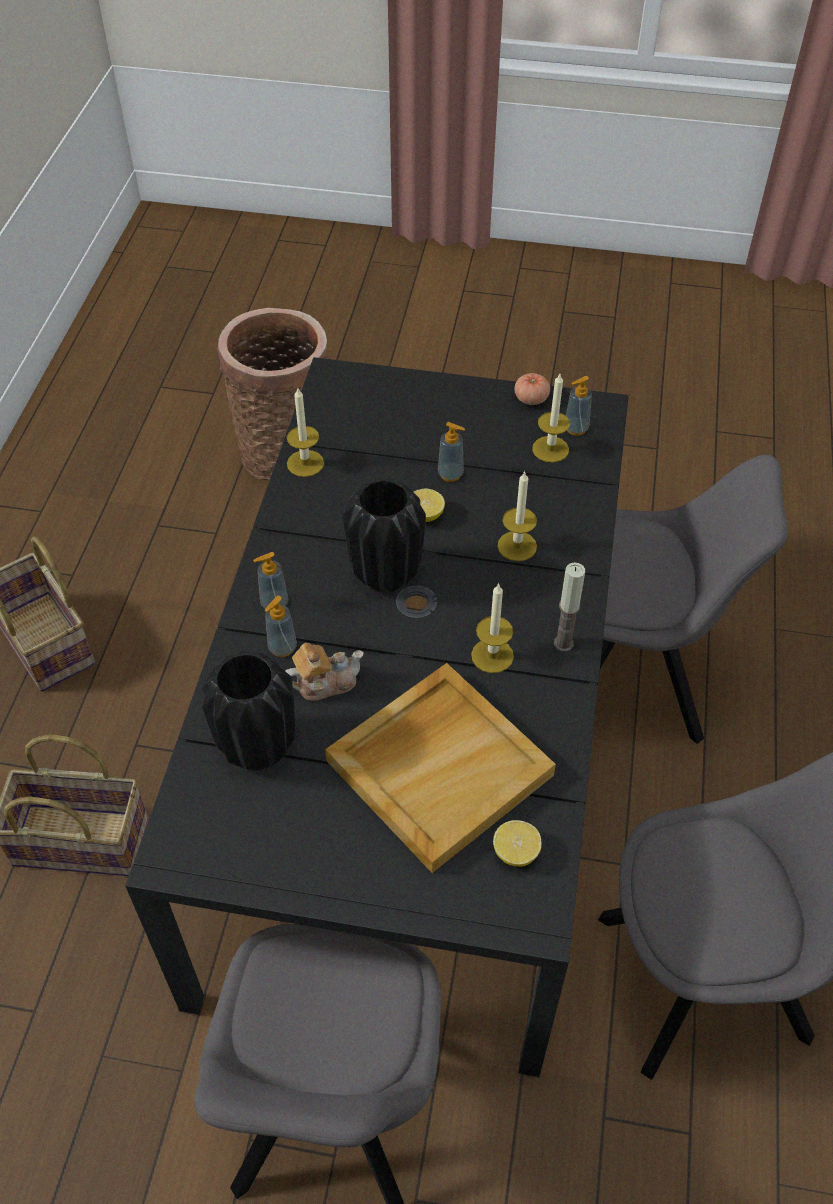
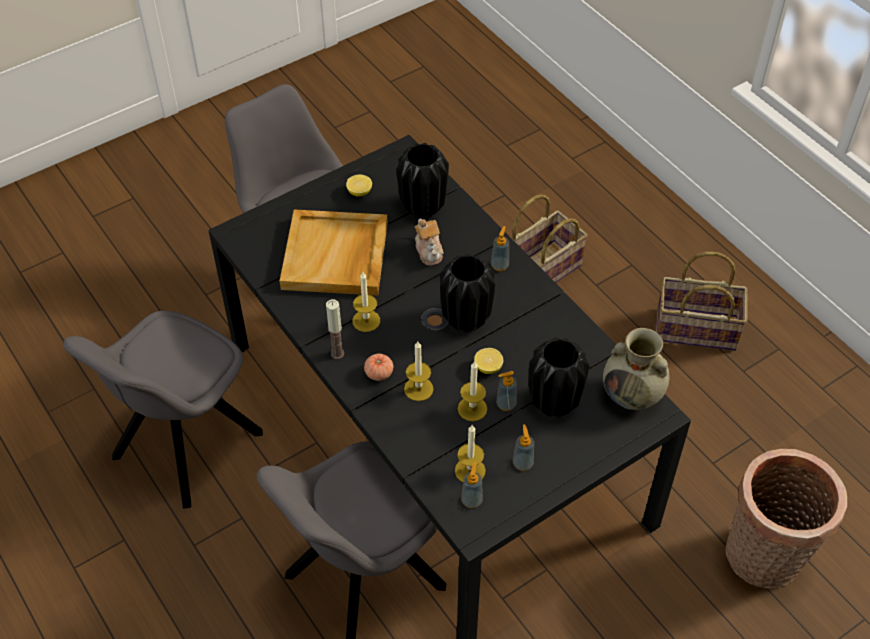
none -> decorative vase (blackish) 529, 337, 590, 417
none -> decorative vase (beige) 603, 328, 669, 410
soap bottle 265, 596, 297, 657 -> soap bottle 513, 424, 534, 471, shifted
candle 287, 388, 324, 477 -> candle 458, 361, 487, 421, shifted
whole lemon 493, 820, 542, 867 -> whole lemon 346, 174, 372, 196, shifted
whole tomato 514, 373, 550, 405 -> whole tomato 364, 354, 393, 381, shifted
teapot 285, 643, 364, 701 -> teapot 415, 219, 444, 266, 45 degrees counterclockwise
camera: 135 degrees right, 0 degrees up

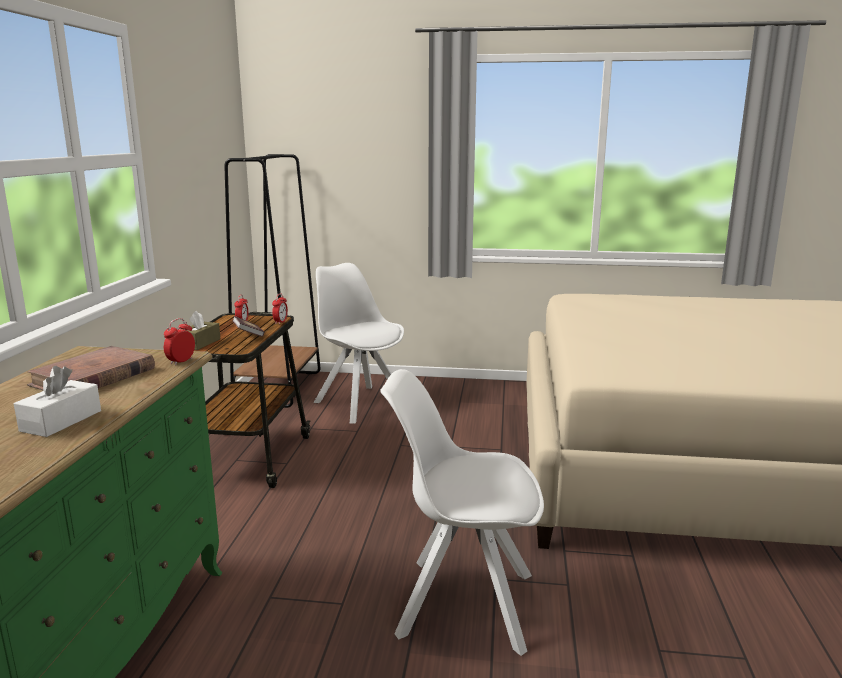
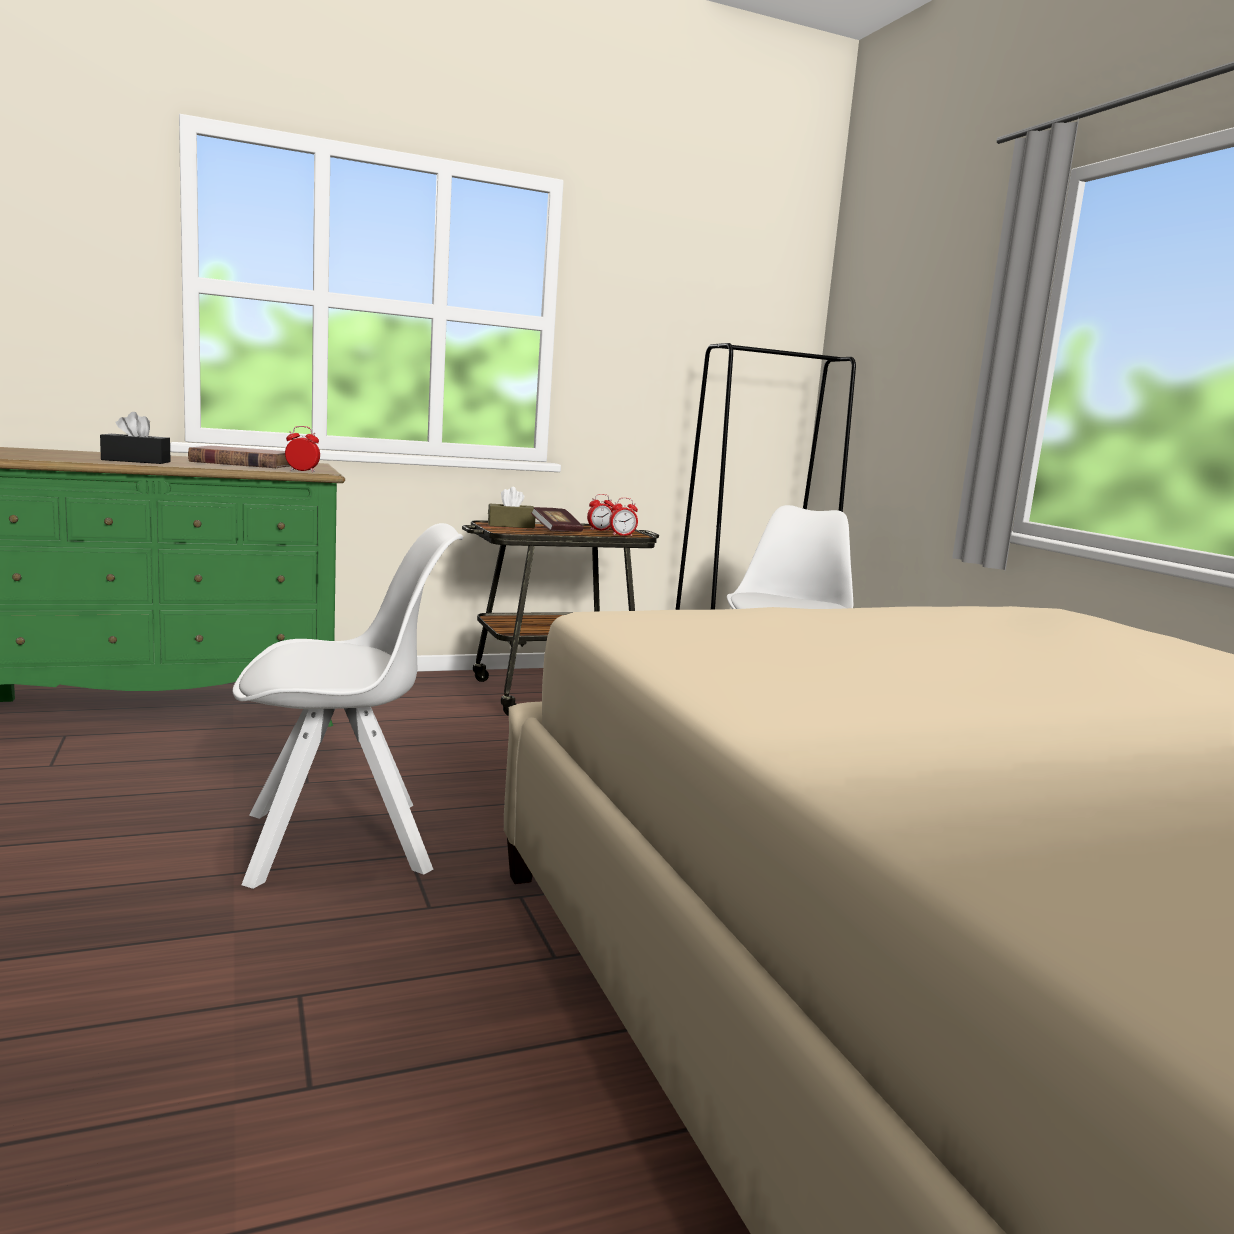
tissue box (whitish) 14, 366, 101, 437 -> tissue box (blackish) 100, 412, 171, 464
upright chair (whitish) 380, 369, 544, 656 -> upright chair (whitish) 233, 523, 463, 889, 90 degrees clockwise
camera: 60 degrees right, 5 degrees down

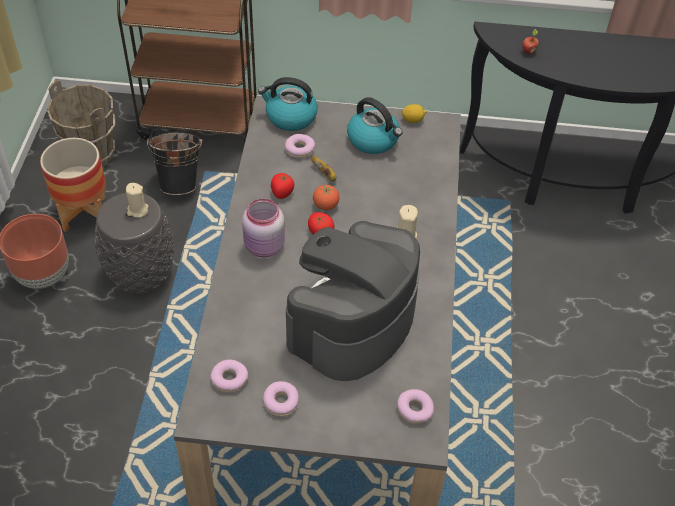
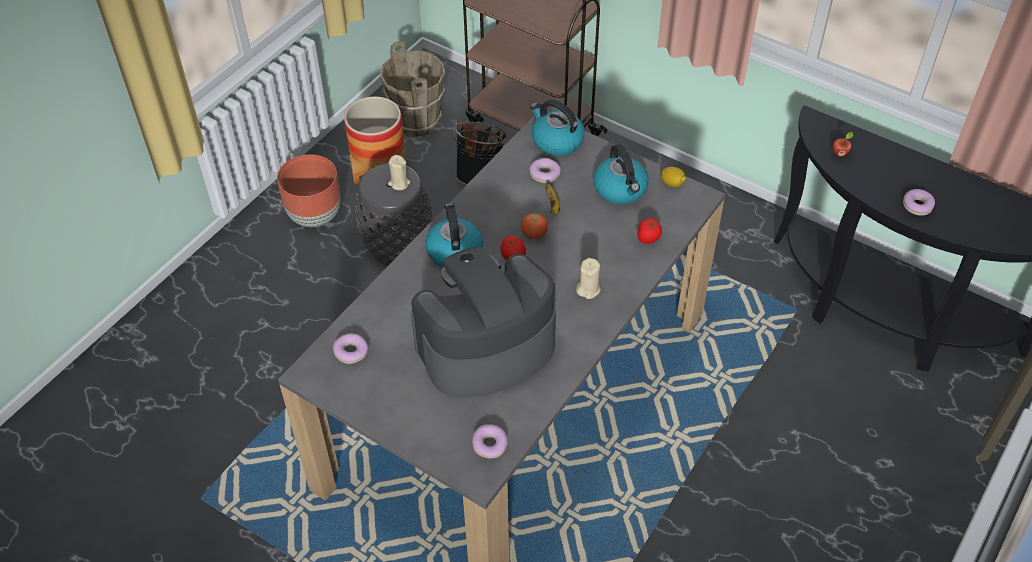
ring doughnut 263, 381, 299, 416 -> ring doughnut 903, 189, 935, 216, shifted
whole tomato 271, 173, 294, 199 -> whole tomato 638, 218, 662, 244, shifted
jar (pink-coloured) 242, 199, 285, 257 -> tea kettle 425, 203, 483, 267
camera: 30 degrees right, 0 degrees up

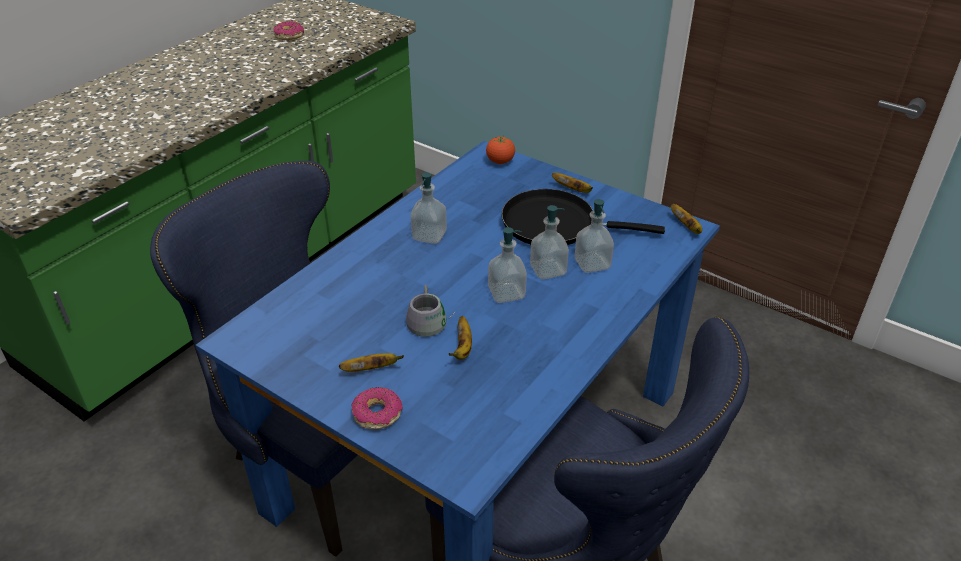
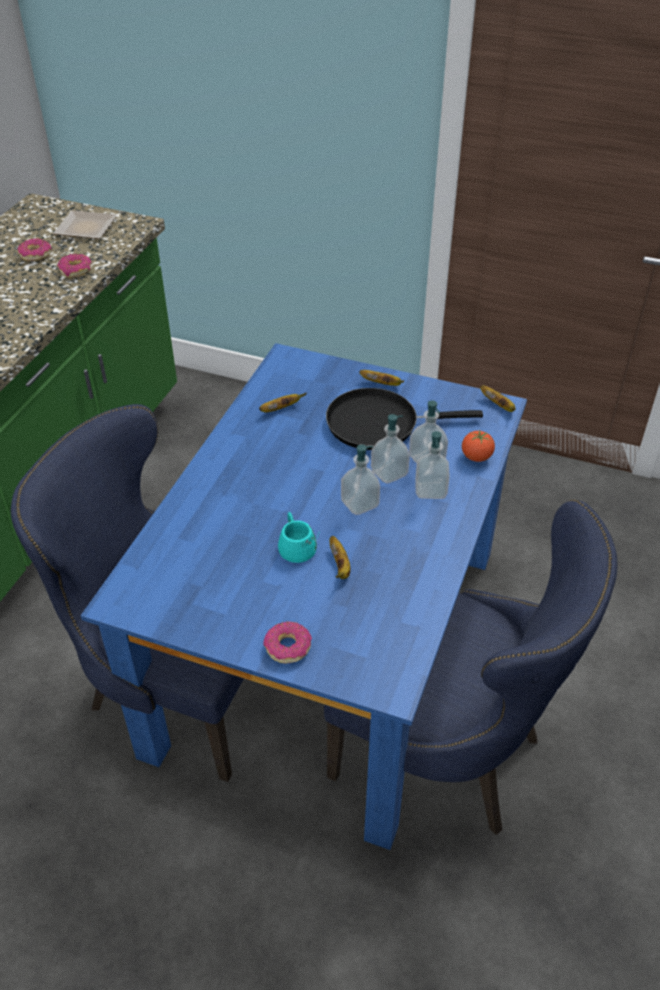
none -> flat dish 53, 210, 117, 239
none -> ring doughnut 57, 254, 92, 278
whole banana 339, 353, 404, 372 -> whole banana 259, 393, 306, 412, shifted
soap bottle 411, 172, 447, 244 -> soap bottle 415, 431, 450, 499, shifted
whole tomato 486, 136, 515, 164 -> whole tomato 462, 429, 495, 462, shifted
coffee mug (grey) 406, 285, 456, 337 -> coffee mug (turquoise) 278, 512, 320, 563
camera: 15 degrees left, 5 degrees up

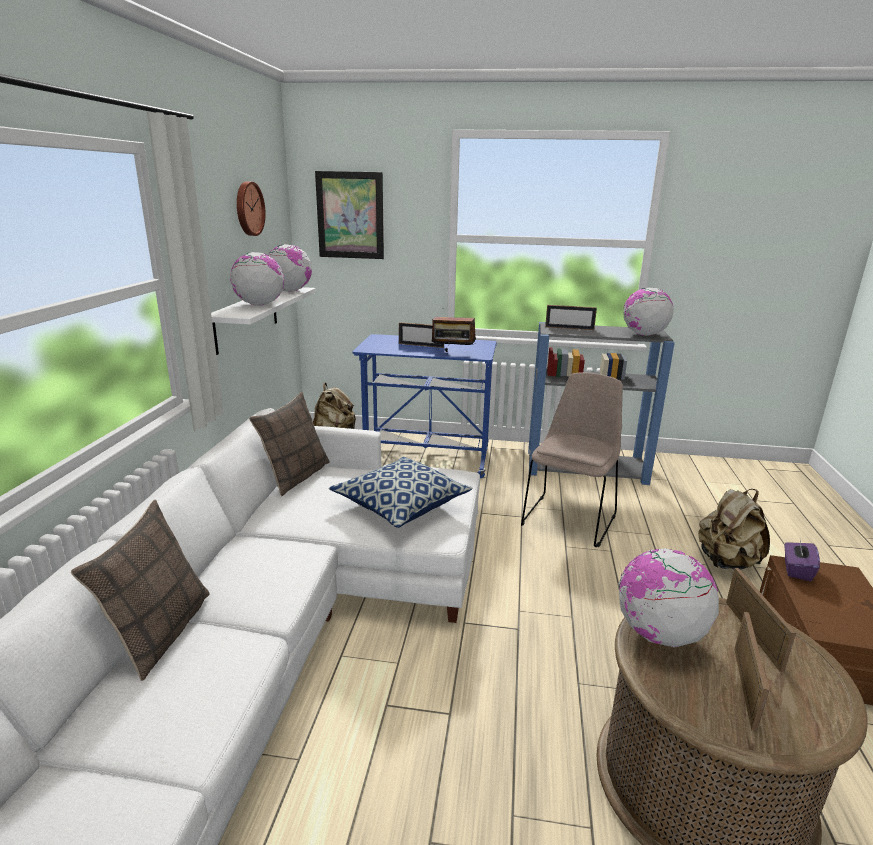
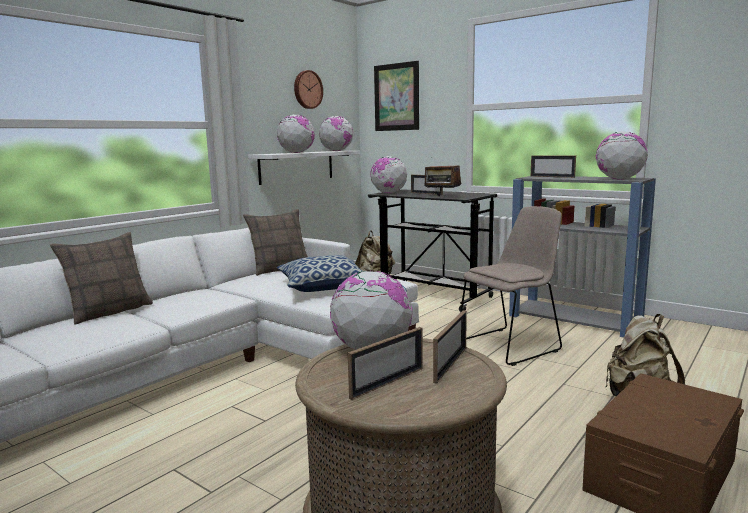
tissue box (purple) 784, 541, 820, 581 -> none
none -> world globe 371, 156, 407, 193
desk table (blue-coloured) 352, 334, 497, 478 -> desk table (blackish) 368, 190, 497, 311
camera: 30 degrees right, 10 degrees down

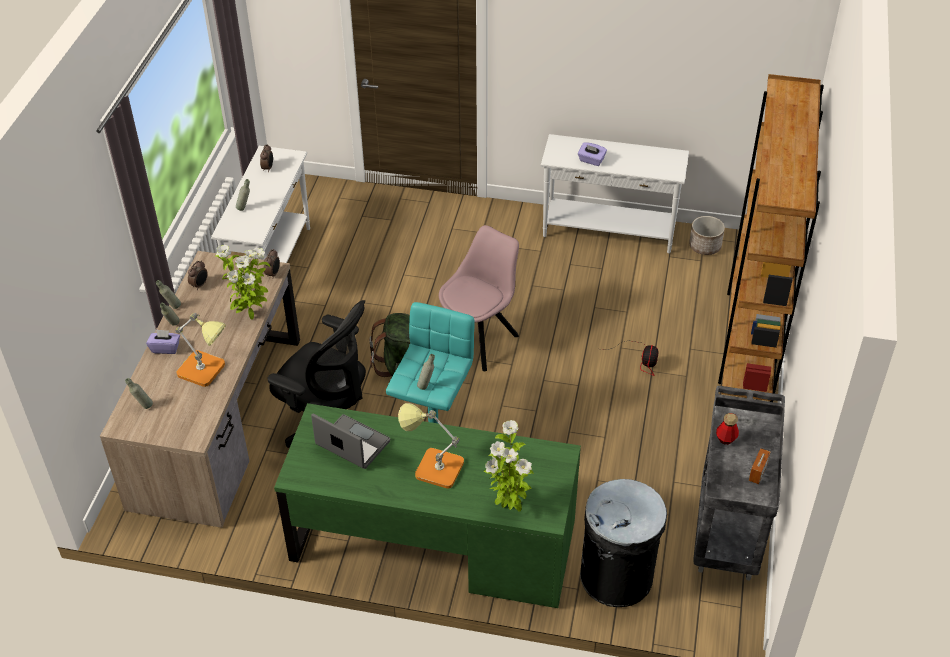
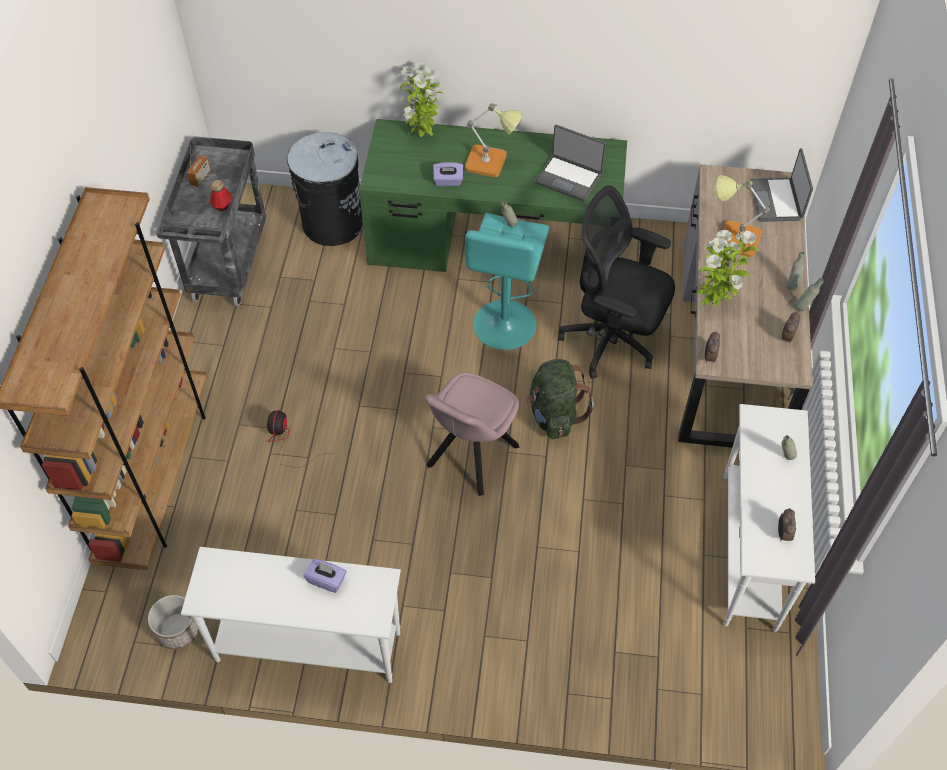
tissue box (purple) 146, 329, 180, 354 -> tissue box (purple) 433, 162, 463, 186, shifted
drink bottle (grey) 125, 378, 153, 409 -> notebook computer 750, 148, 813, 222
camera: 175 degrees right, 10 degrees up

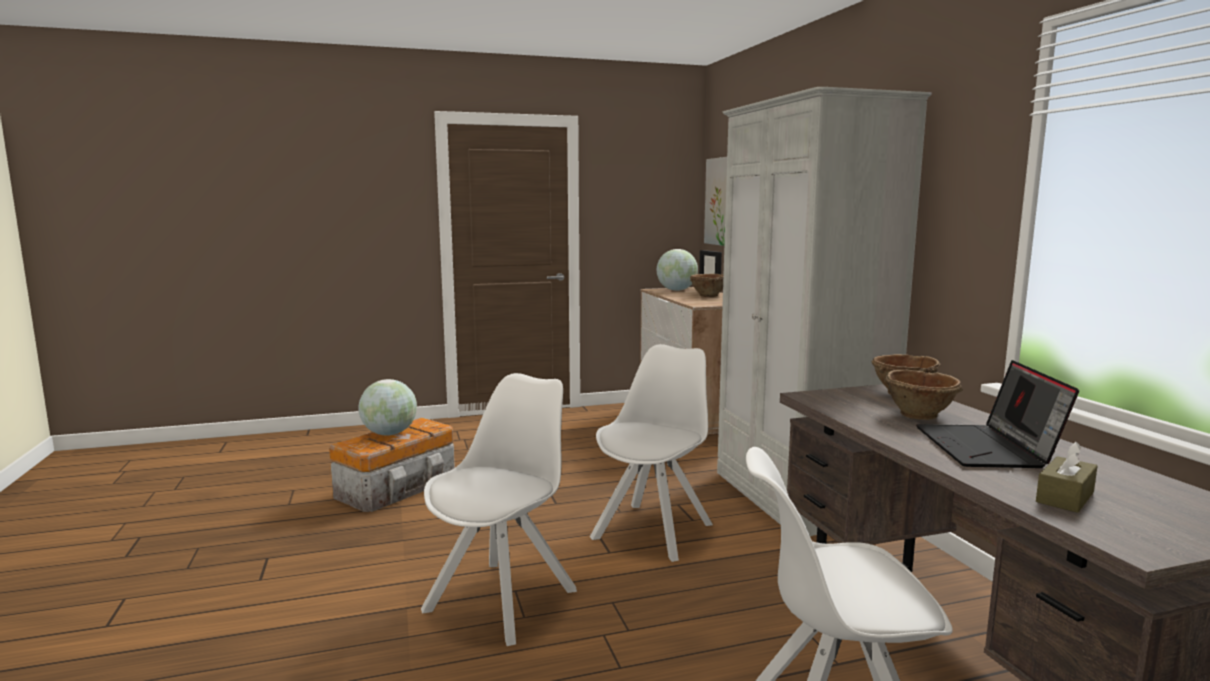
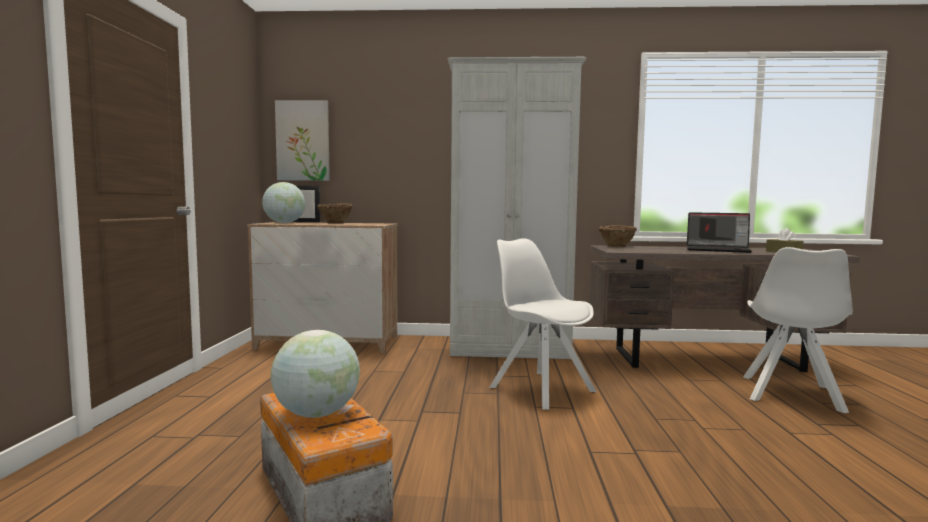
upright chair (whitish) 421, 373, 577, 646 -> none
bowl (brown) 884, 369, 963, 420 -> none
camera: 70 degrees left, 5 degrees down

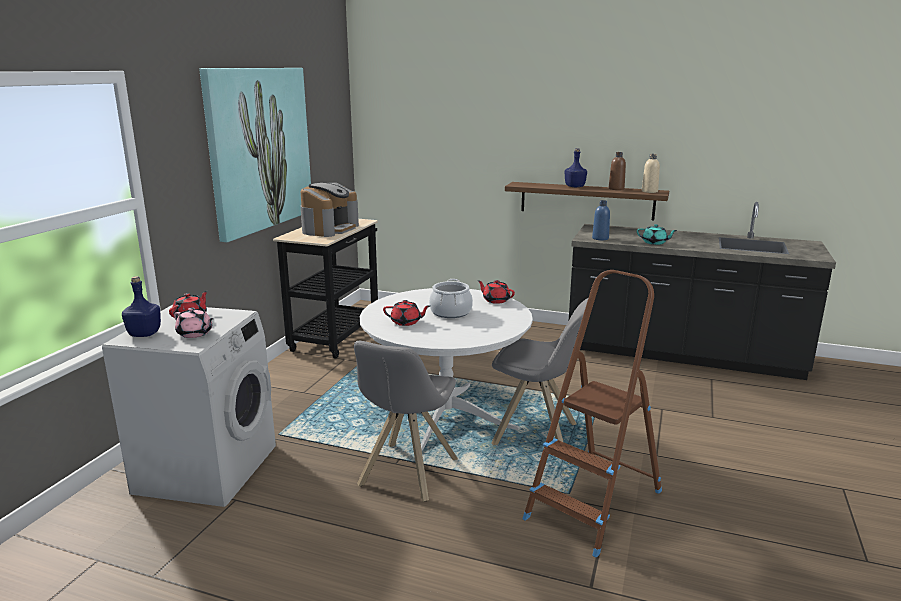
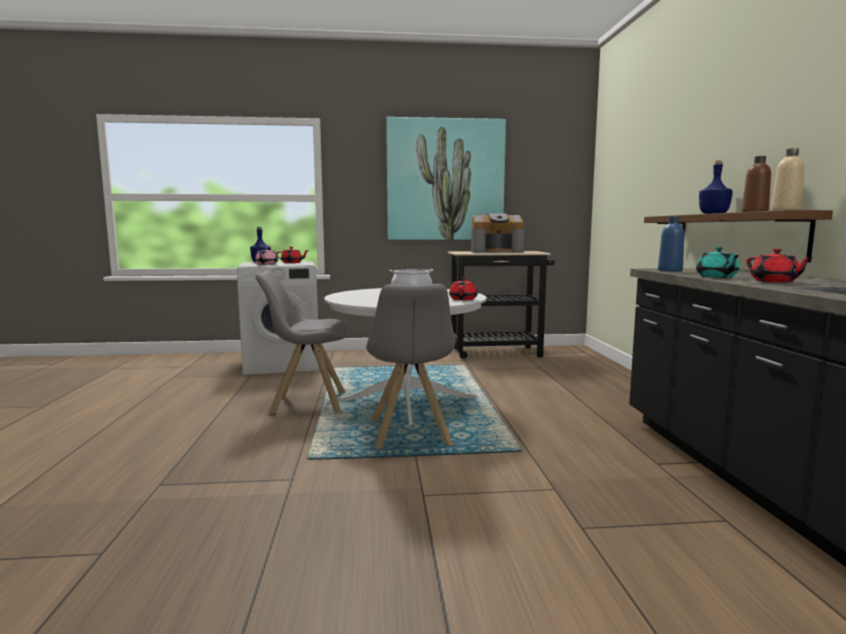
stepladder (brown) 523, 270, 662, 557 -> none
teapot (red) 383, 300, 430, 326 -> teapot (red) 747, 249, 813, 283, shifted
camera: 65 degrees right, 10 degrees down

